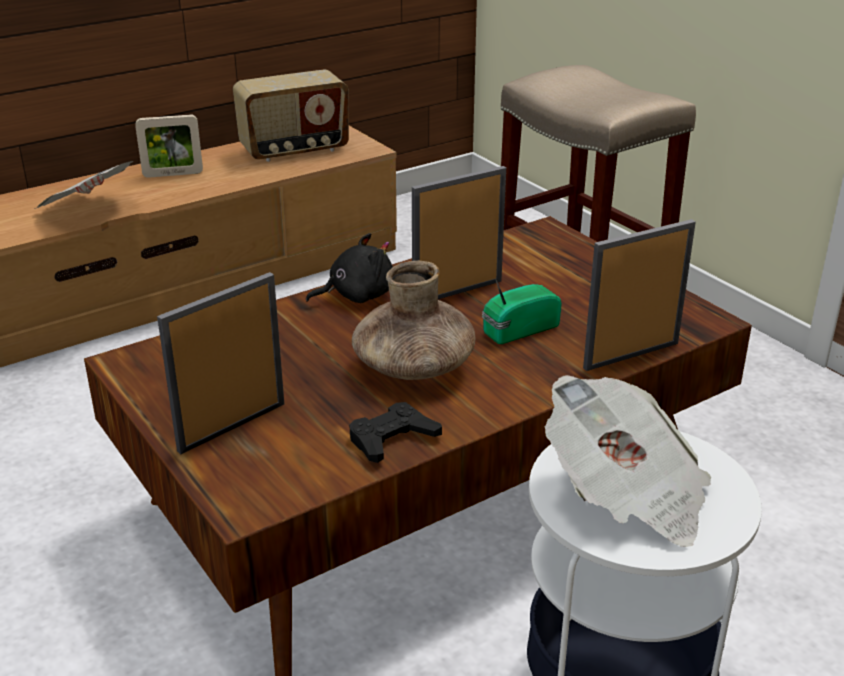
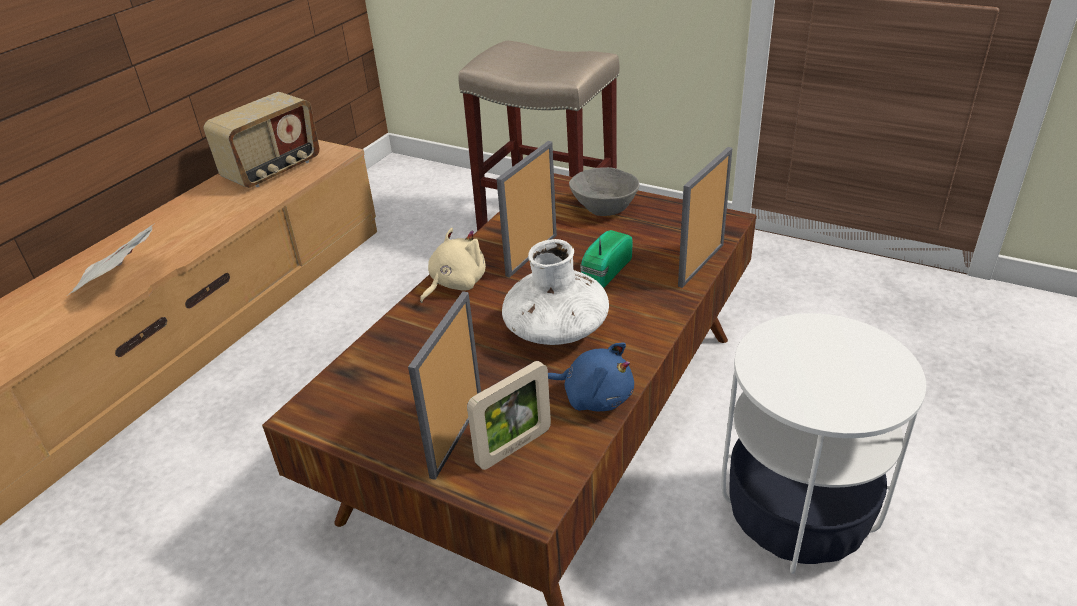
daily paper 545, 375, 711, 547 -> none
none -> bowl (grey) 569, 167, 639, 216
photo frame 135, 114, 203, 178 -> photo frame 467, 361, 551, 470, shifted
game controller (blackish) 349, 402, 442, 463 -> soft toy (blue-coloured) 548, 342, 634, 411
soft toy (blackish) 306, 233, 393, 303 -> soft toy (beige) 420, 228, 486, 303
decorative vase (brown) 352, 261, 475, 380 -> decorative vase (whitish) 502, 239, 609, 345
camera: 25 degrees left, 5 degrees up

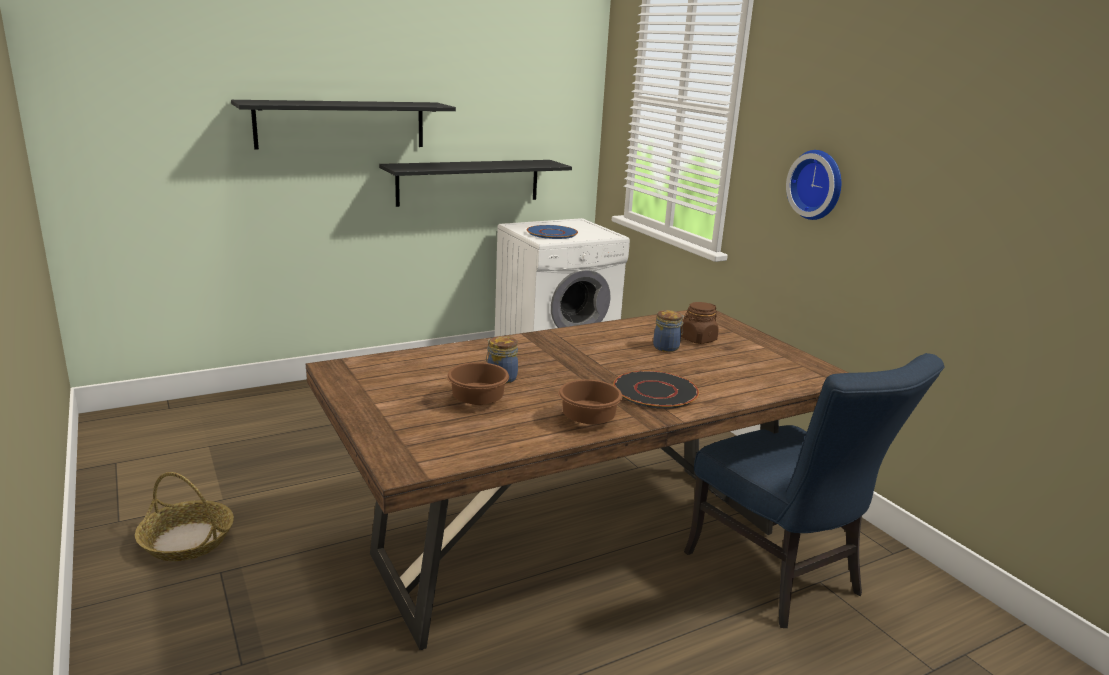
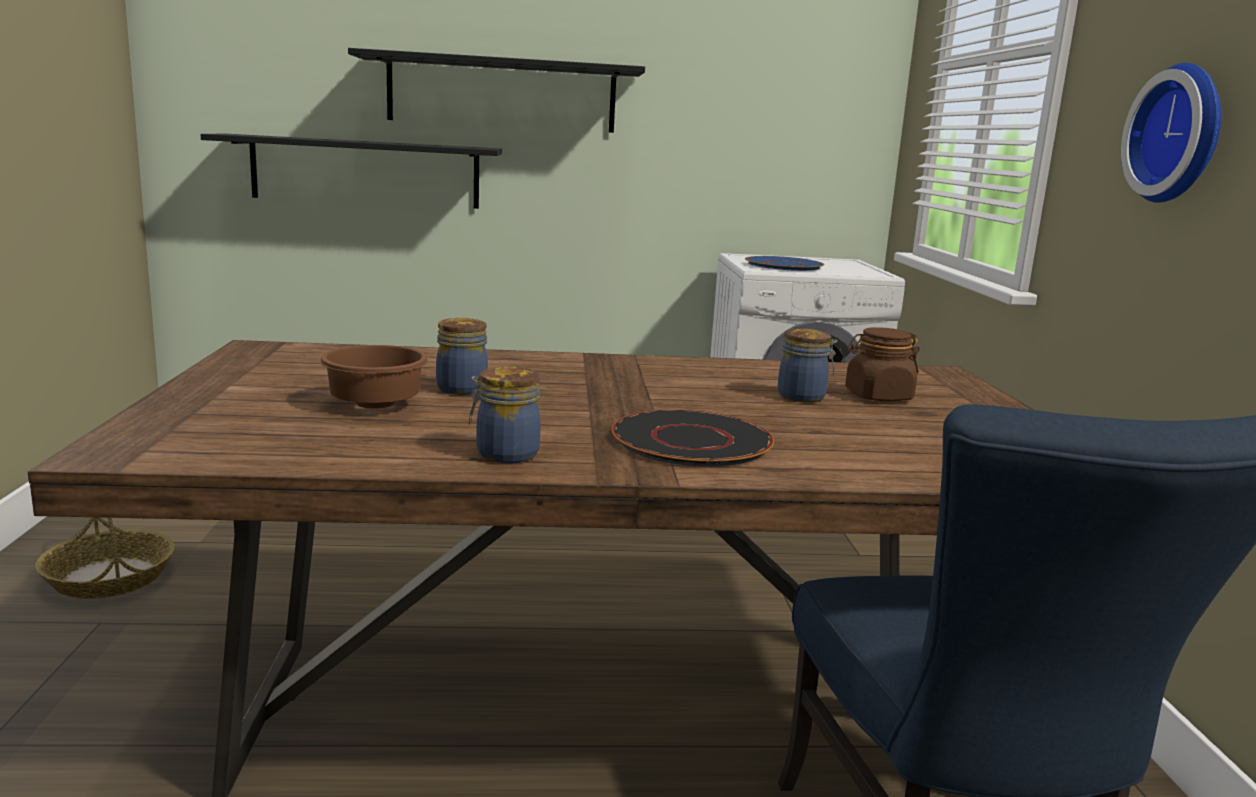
bracket shelf (blackish) 379, 160, 572, 207 -> bracket shelf (blackish) 201, 134, 502, 209, shifted
bowl (brown) 559, 379, 622, 424 -> jar 469, 366, 540, 463
camera: 25 degrees right, 5 degrees down

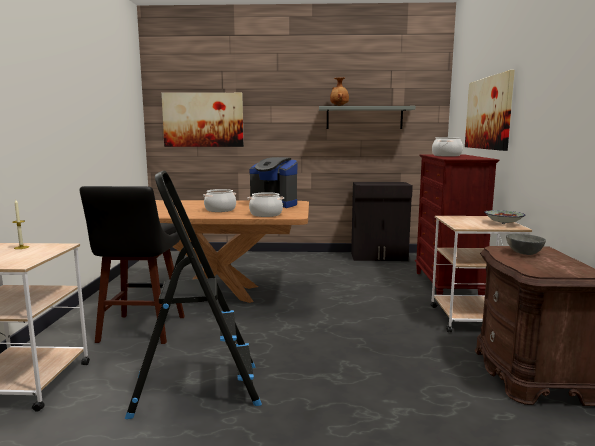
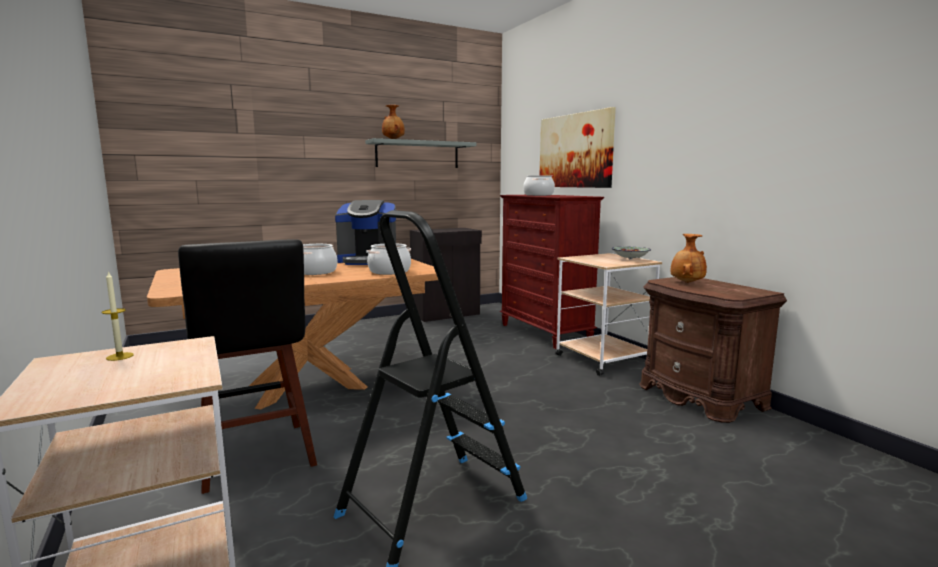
wall art 161, 93, 244, 147 -> none
bowl (grey) 506, 233, 546, 255 -> decorative vase (brown) 670, 234, 707, 283
camera: 30 degrees left, 0 degrees up

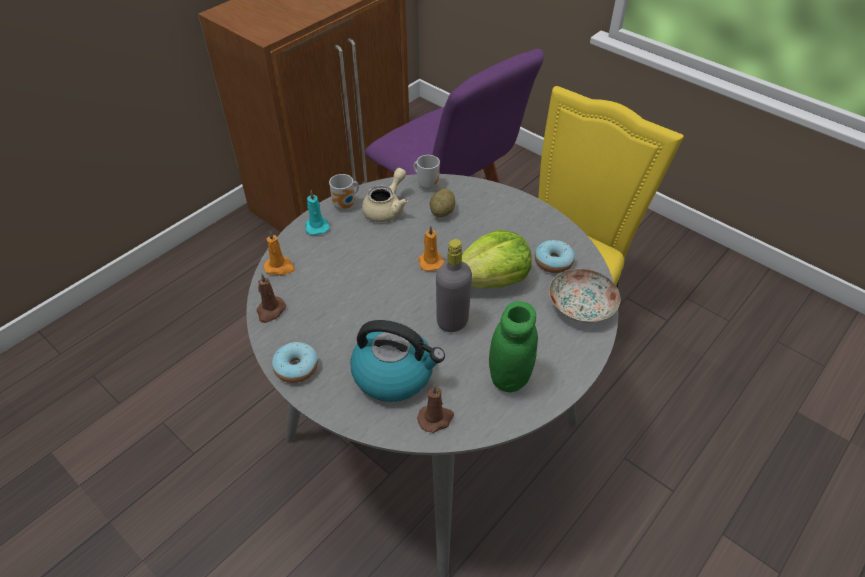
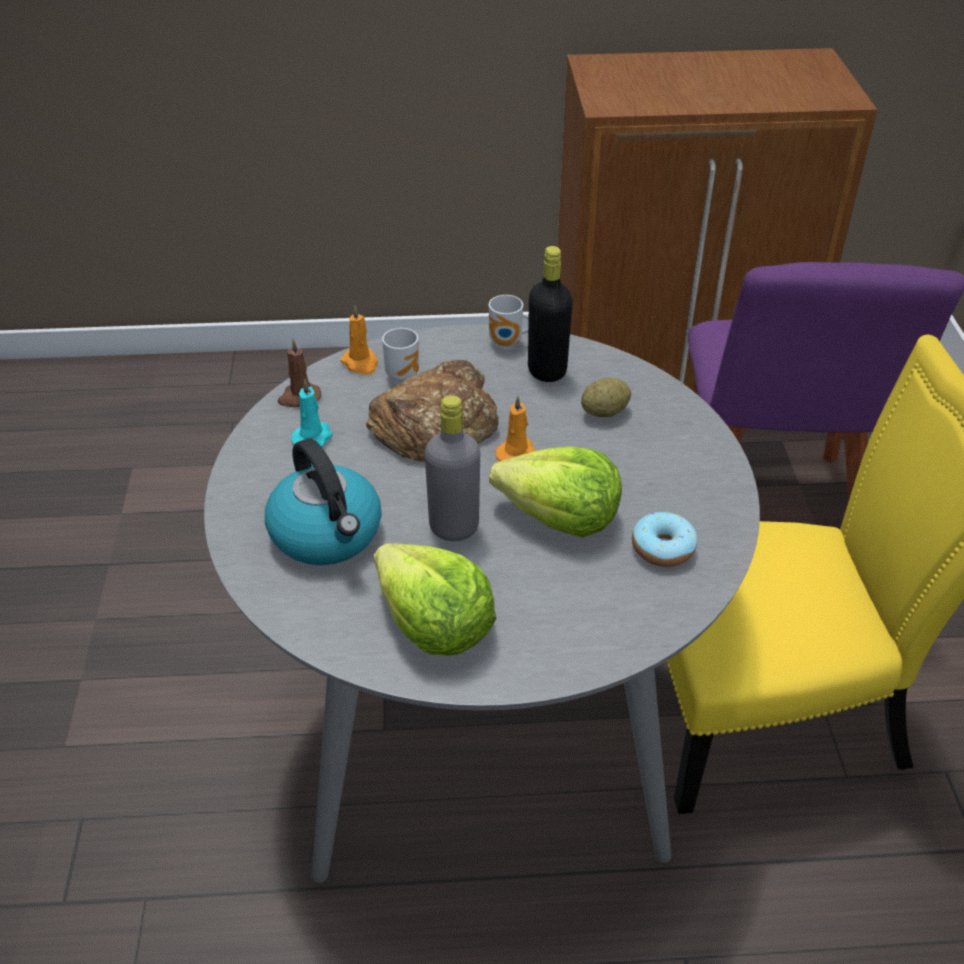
ring doughnut 272, 342, 318, 383 -> none
candle (brown) 417, 385, 454, 433 -> none
flat dish 549, 269, 621, 323 -> none
none -> baked bread 366, 360, 499, 462
candle (turquoise) 305, 190, 330, 235 -> candle (turquoise) 291, 380, 333, 447, shifted
coffee mug 414, 155, 440, 190 -> coffee mug 382, 328, 419, 382, shifted
teapot (beige) 362, 168, 408, 222 -> drink bottle (blackish) 528, 246, 573, 382
jar (greenish) 489, 301, 538, 393 -> head of lettuce 374, 543, 497, 656
camera: 45 degrees right, 5 degrees down

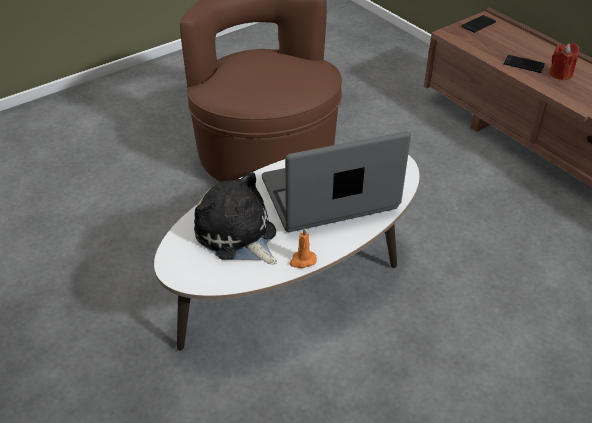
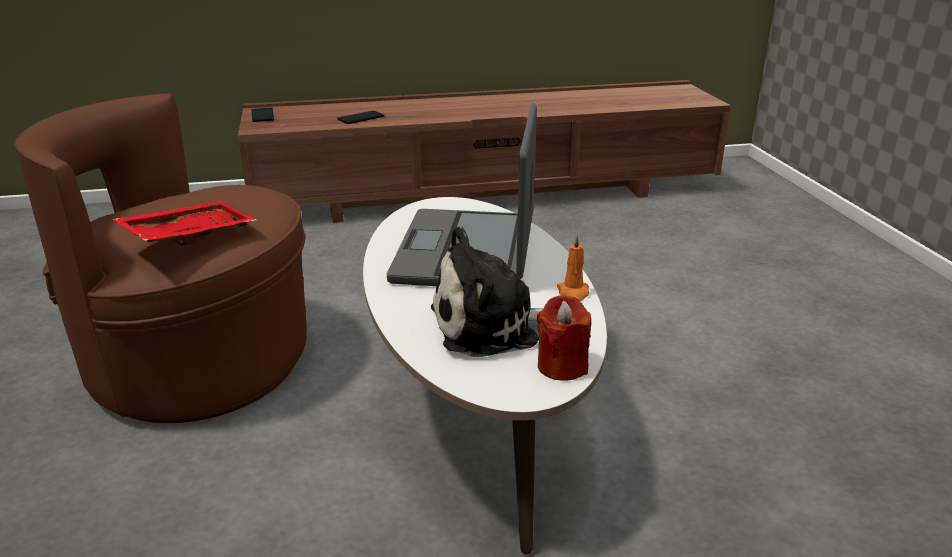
none -> serving tray (red) 112, 201, 256, 245
candle (red) 549, 43, 580, 80 -> candle (red) 537, 295, 591, 381, shifted
camera: 65 degrees left, 15 degrees down

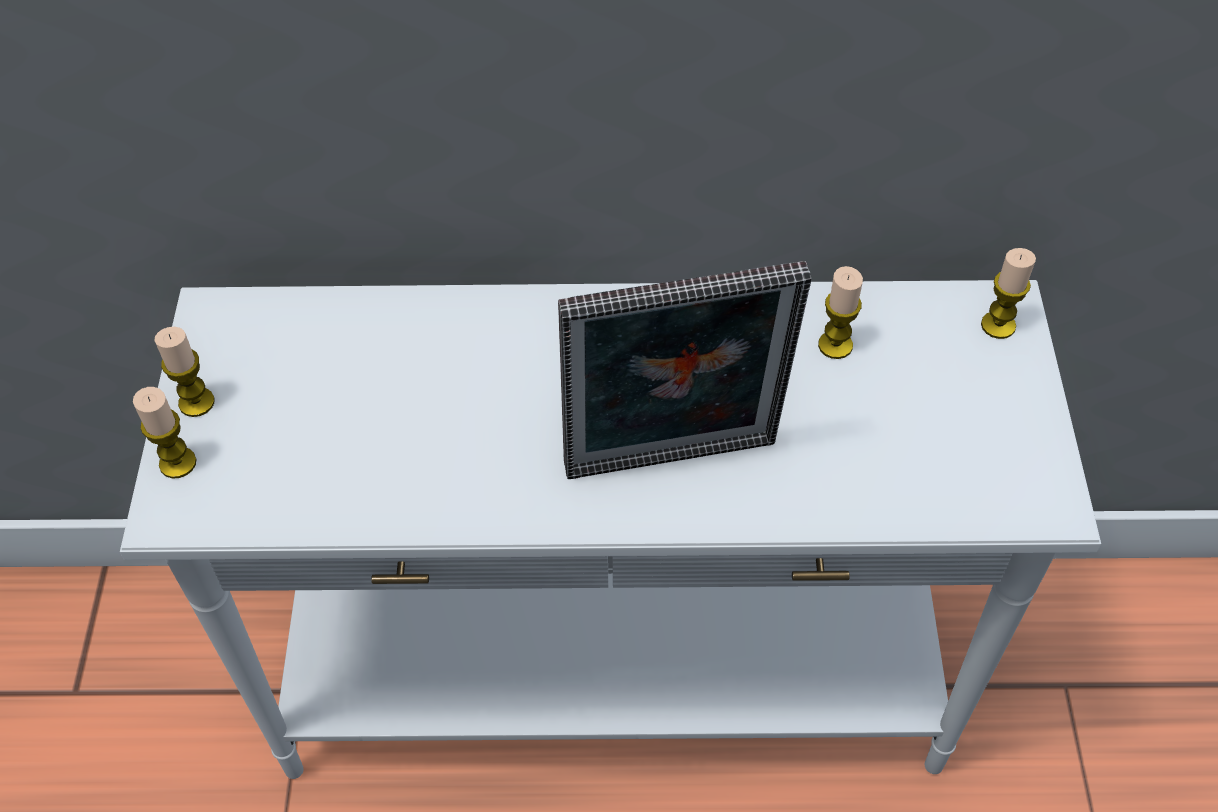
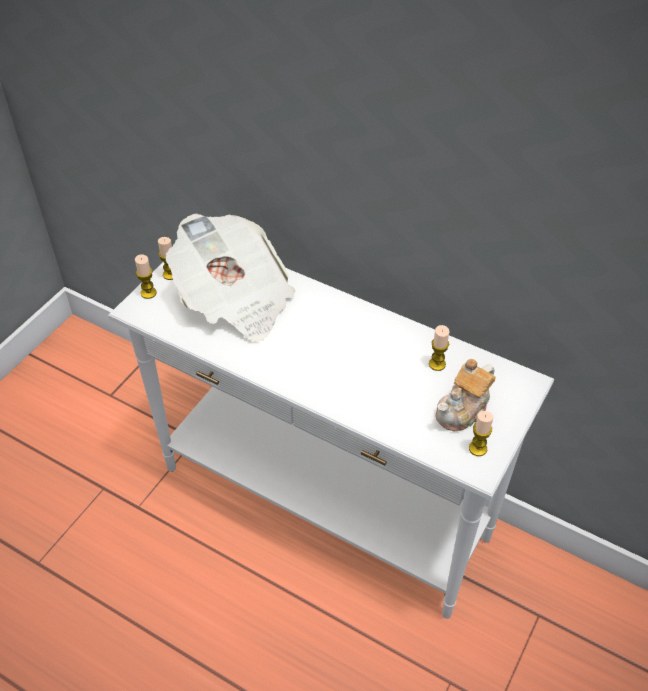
photo frame 558, 261, 811, 479 -> none
none -> daily paper 166, 213, 296, 342
none -> teapot 435, 359, 496, 431
candle 981, 248, 1036, 339 -> candle 469, 411, 493, 456, shifted
camera: 30 degrees right, 5 degrees down

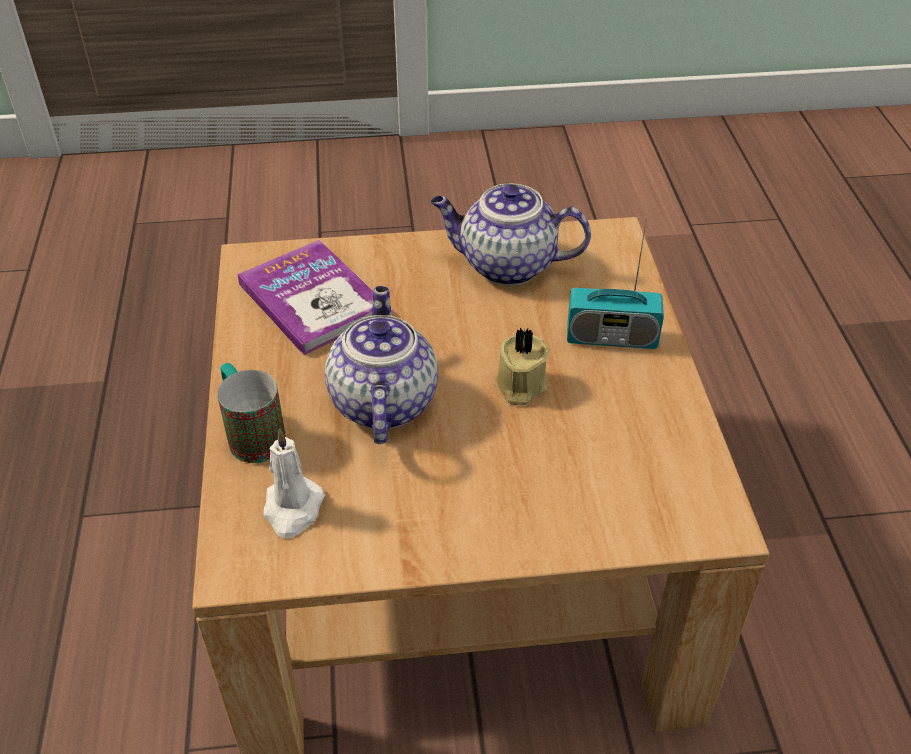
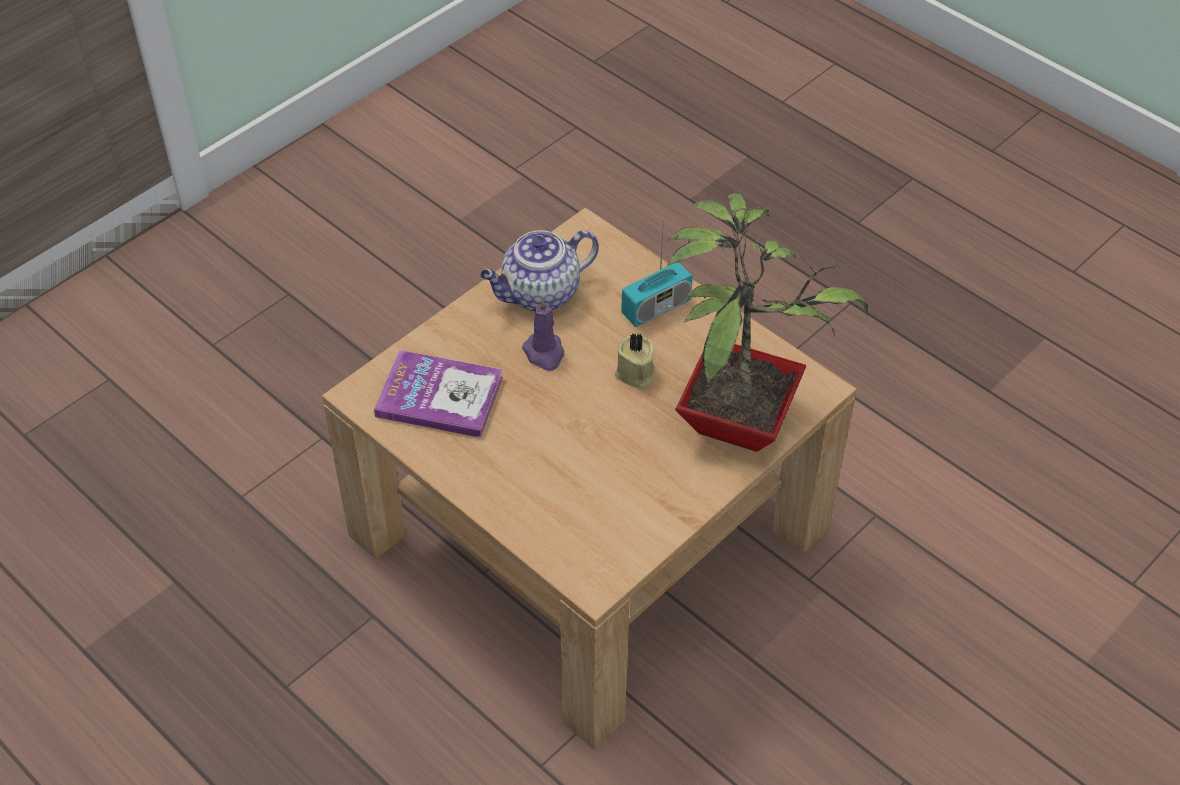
coffee mug 217, 363, 286, 463 -> none
candle (whitish) 264, 428, 325, 538 -> none
teapot 325, 286, 438, 444 -> none
none -> candle (purple) 522, 297, 564, 371
none -> houseplant 667, 193, 868, 452
camera: 40 degrees left, 5 degrees up

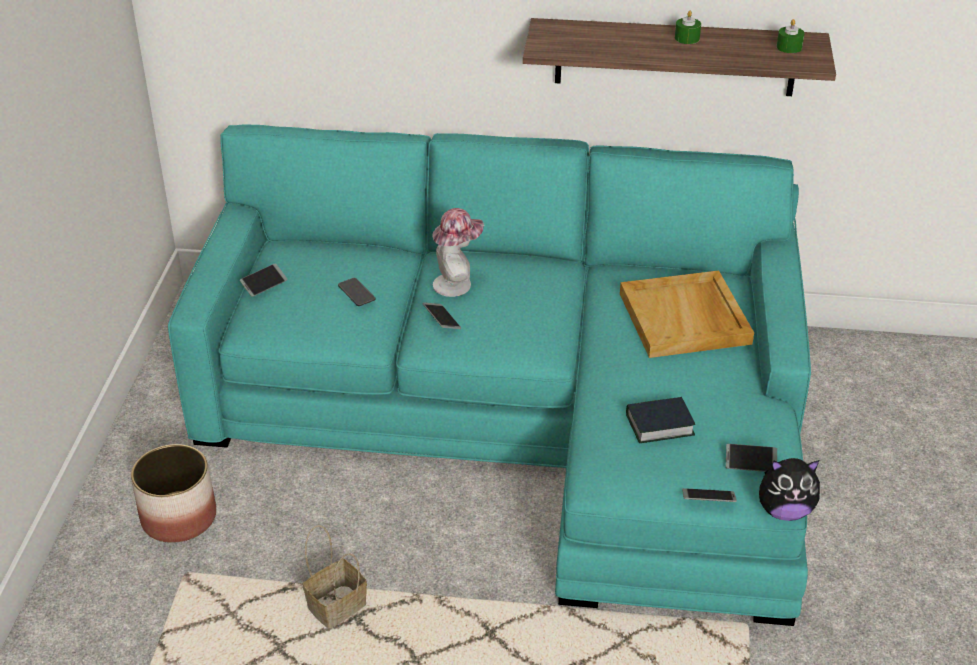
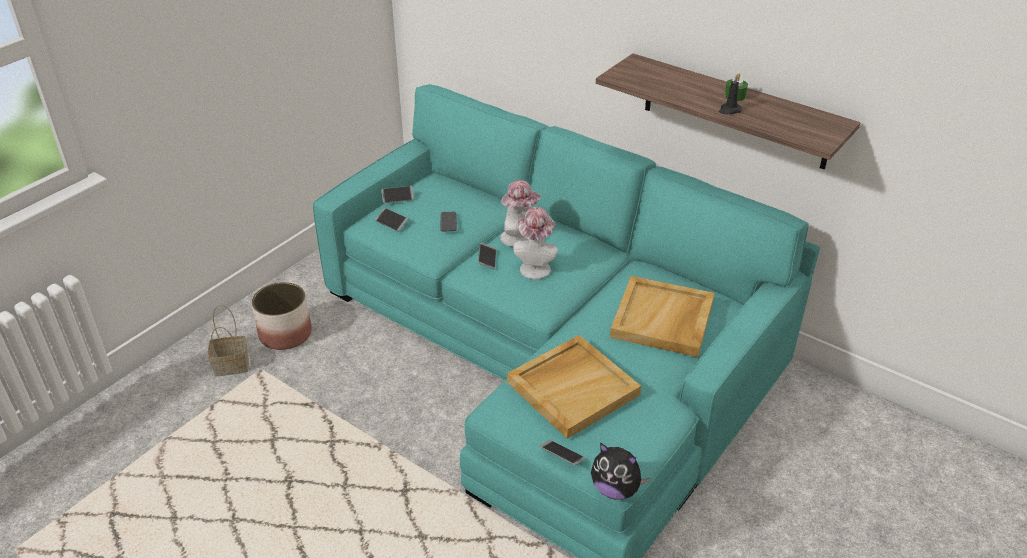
candle (greenish) 777, 19, 804, 53 -> none
none -> hat 513, 207, 558, 279
none -> candle (blackish) 719, 75, 742, 114
household basket 303, 525, 367, 629 -> household basket 208, 305, 249, 376, shifted
telephone 726, 444, 777, 472 -> telephone 375, 208, 408, 232, shifted
bound book 626, 397, 695, 443 -> serving tray (beige) 507, 335, 641, 439
camera: 30 degrees right, 0 degrees up

